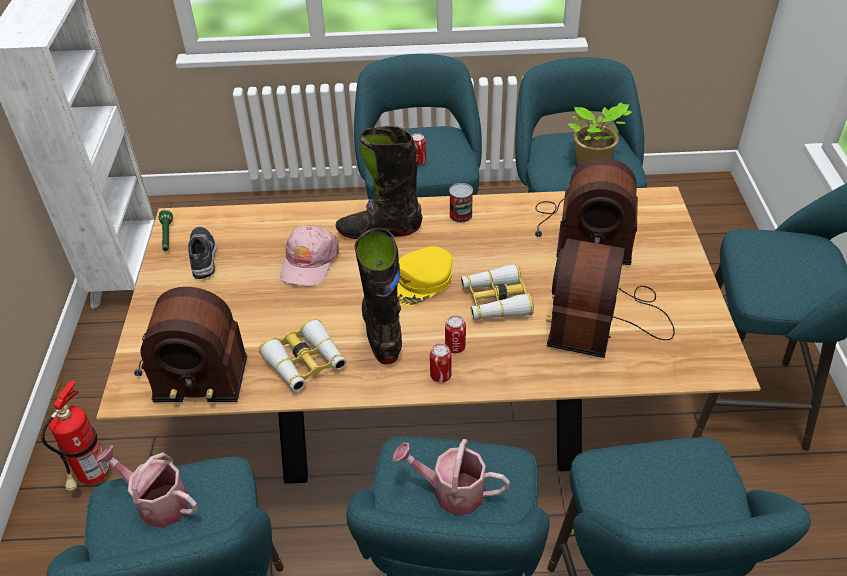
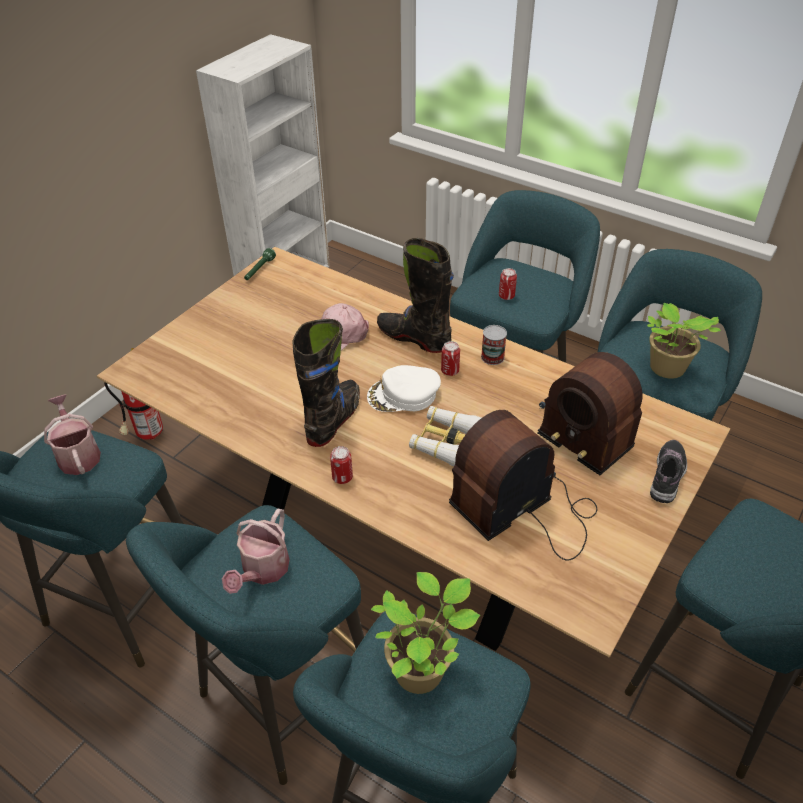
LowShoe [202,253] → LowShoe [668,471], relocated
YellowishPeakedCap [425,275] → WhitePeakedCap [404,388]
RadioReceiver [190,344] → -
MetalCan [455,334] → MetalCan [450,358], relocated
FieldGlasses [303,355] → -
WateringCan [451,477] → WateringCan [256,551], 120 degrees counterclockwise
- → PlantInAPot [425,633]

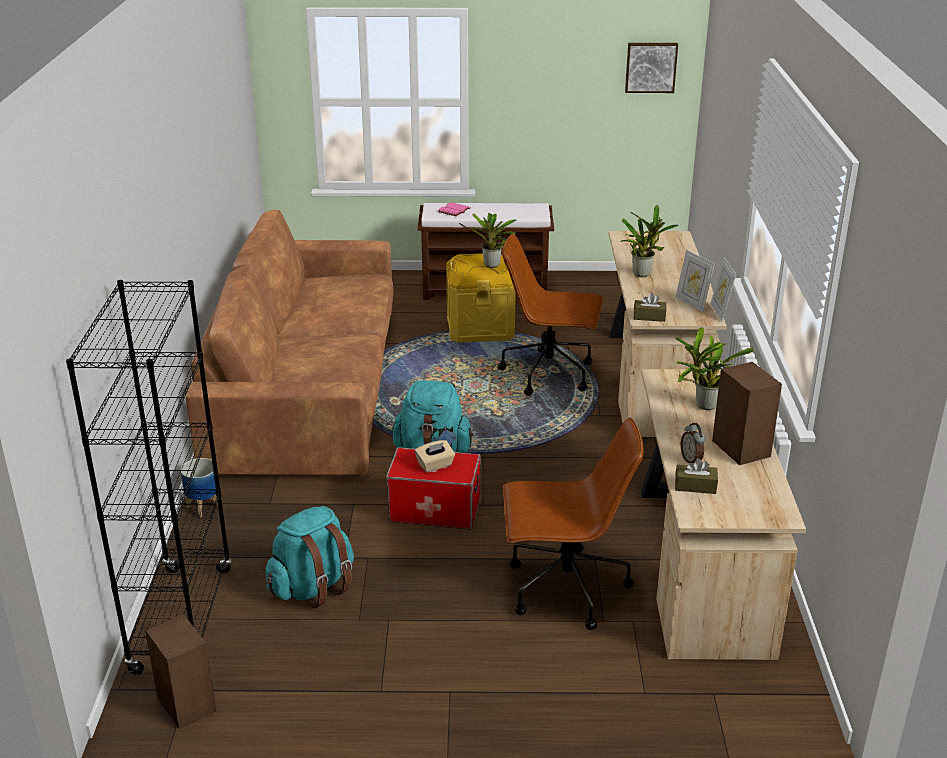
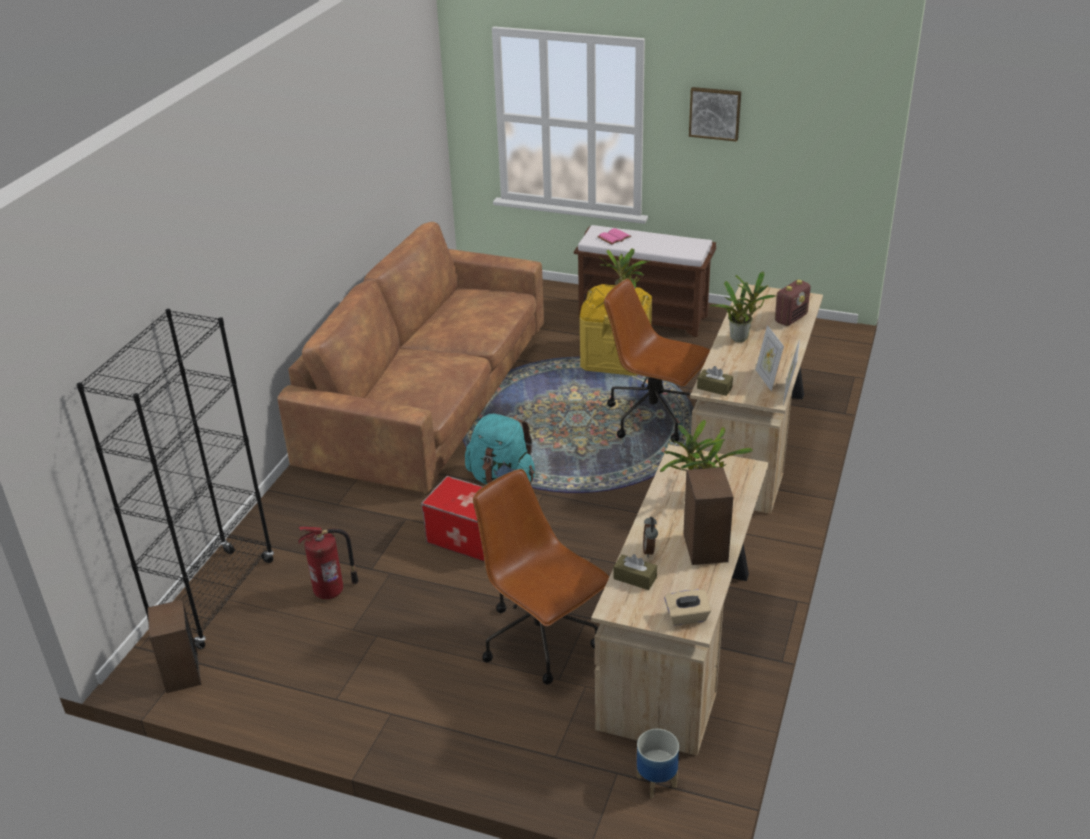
WallPicture [651,68] → WallPicture [715,114], relocated
BrownishComputerChair [573,523] → BrownishComputerChair [541,576], 150 degrees counterclockwise
SandColouredTissueBox [435,456] → SandColouredTissueBox [687,607], relocated
FlowerPot [199,487] → FlowerPot [658,763], relocated
TurquoiseBackpack [310,557] → Extinguisher [328,562]
- → RadioReceiver [793,303]

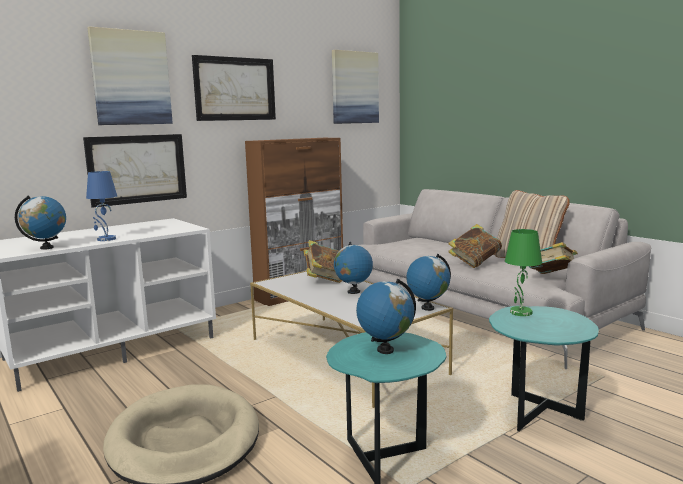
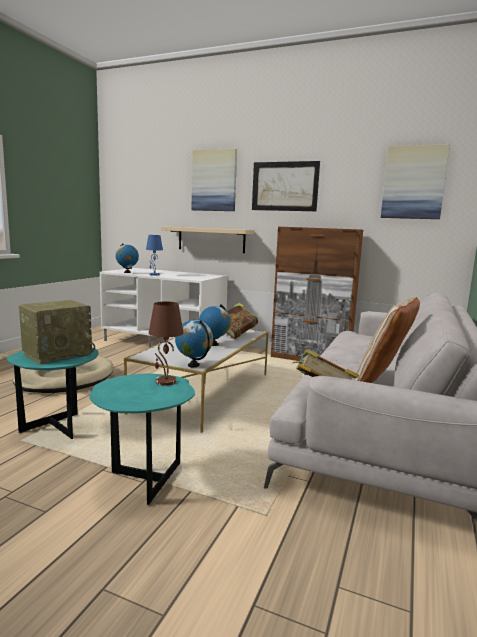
WallPicture [135,171] → SandColouredWallShelf [207,240]
Book [475,246] → -
GreenTabletopLamp [523,272] → BrownishTabletopLamp [166,343]
WorldGlobe [386,316] → RadioReceiver [57,332]

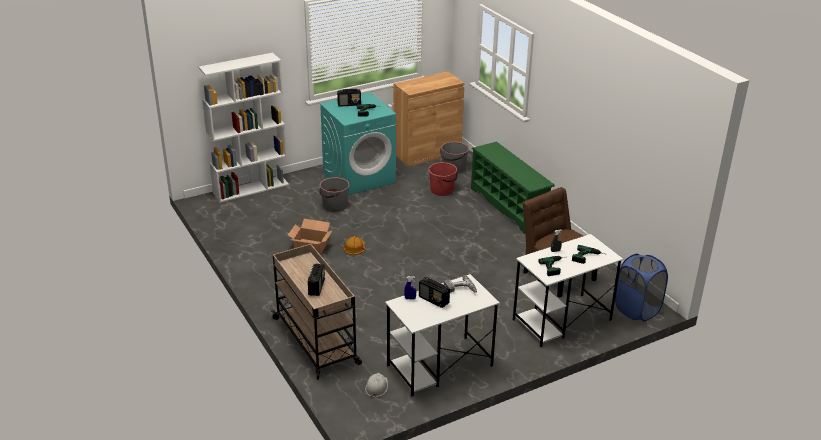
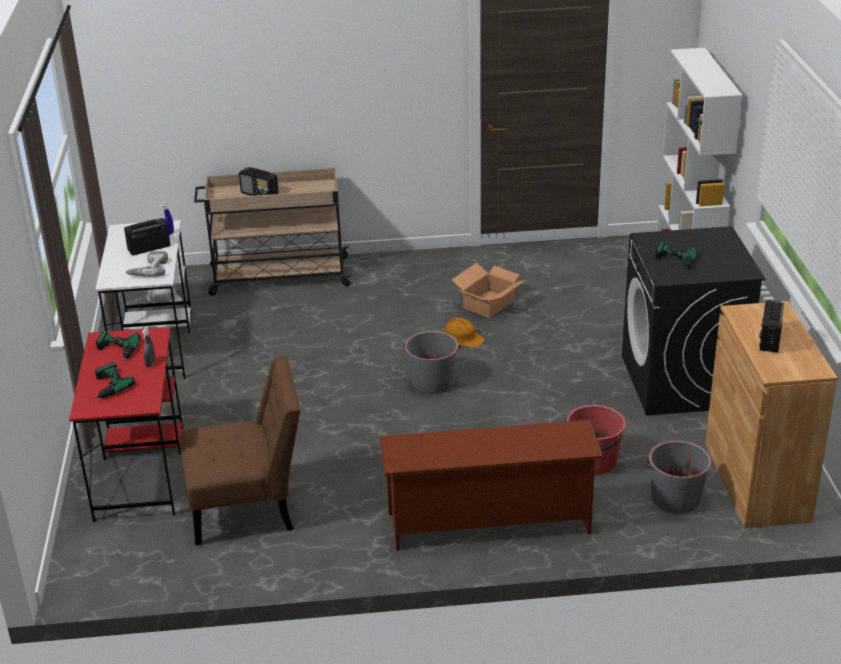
RadioReceiver [349,98] → RadioReceiver [771,326], relocated
TurquoiseWashingMachine [358,143] → BlackishWashingMachine [694,321]
GreenShoeStand [513,188] → BrownishShoeStand [492,485]
GrayWaterBucket [334,194] → GrayWaterBucket [432,362], relocated
WhiteDesk [568,290] → RedDesk [126,424]
BluishHamper [641,287] → -

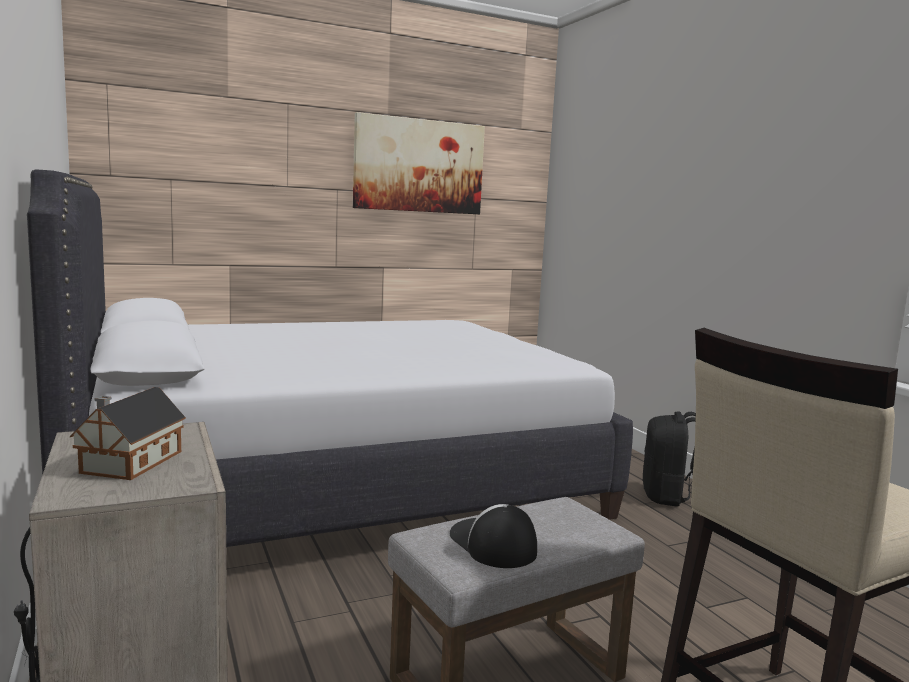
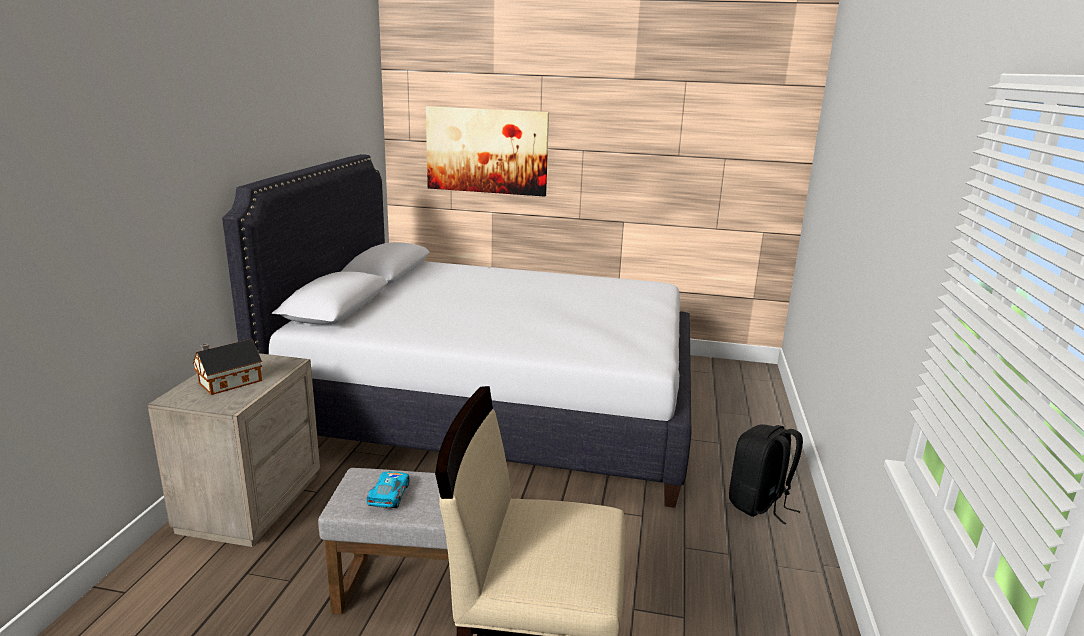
WallPicture [419,163] → WallPicture [487,151], relocated
PeakedCap [493,536] → ModelCar [388,490]

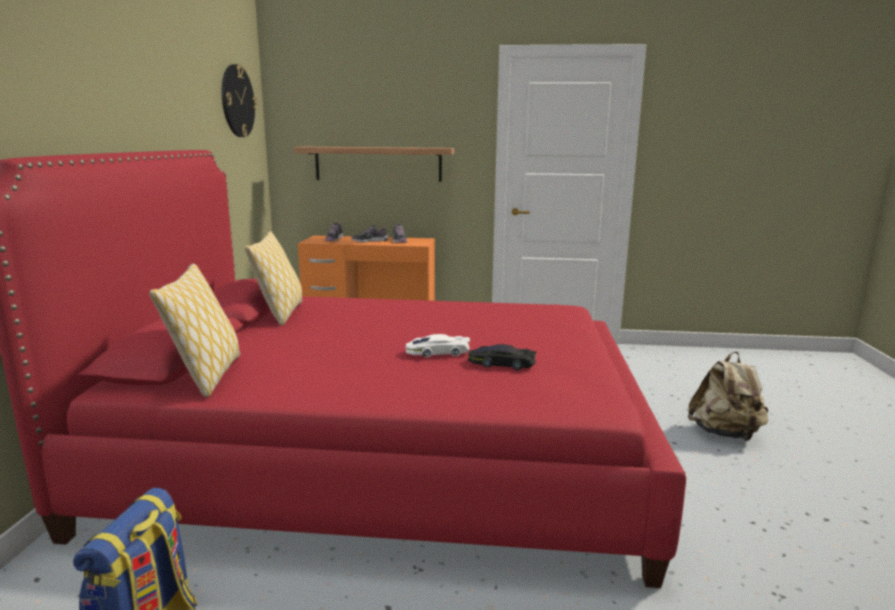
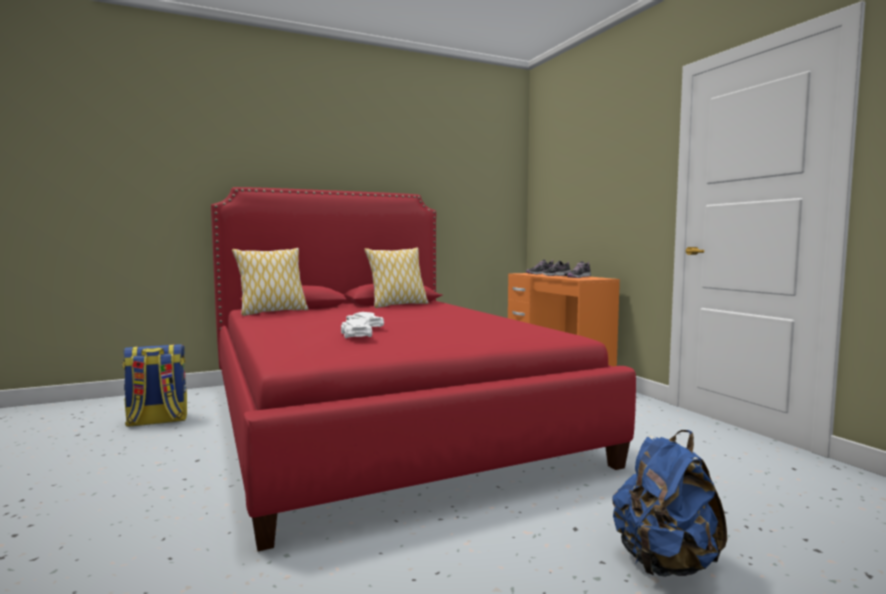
WallClock [239,100] → -
WallShelf [374,164] → -
BlackishModelCar [502,357] → WhiteModelCar [356,328]
SandColouredBackpack [728,396] → BluishBackpack [670,503]

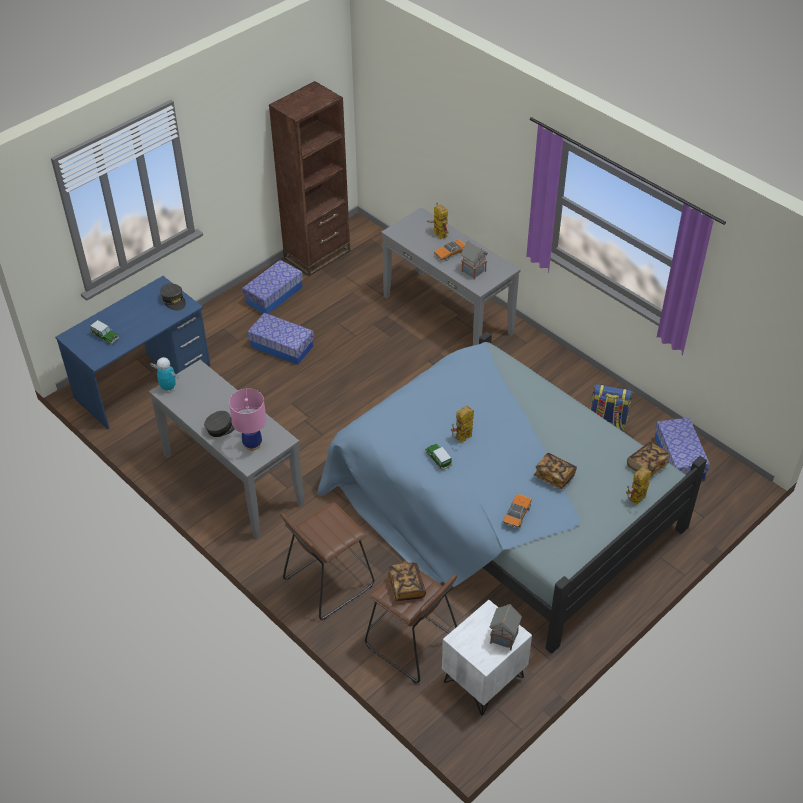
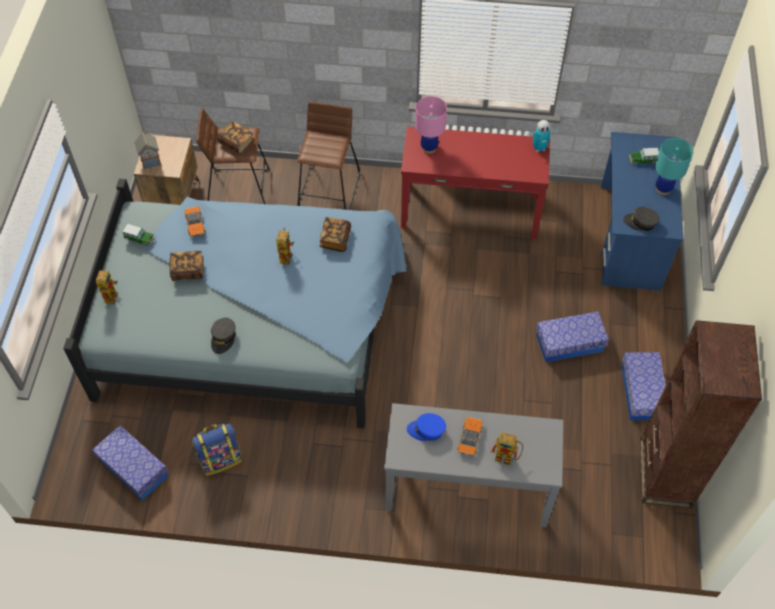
ToyHouse [474,260] → BluishPeakedCap [426,427]
GrayNarrowTable [227,449] → RedNarrowTable [475,183]
GrayPeakedCap [219,424] → GrayPeakedCap [223,336], relocated
Book [648,459] → Book [335,234], relocated
ModelCar [438,457] → ModelCar [138,234], relocated
WhiteBedsideTable [487,657] → BrownishBedsideTable [166,170]
- → TurquoiseTabletopLamp [674,166]

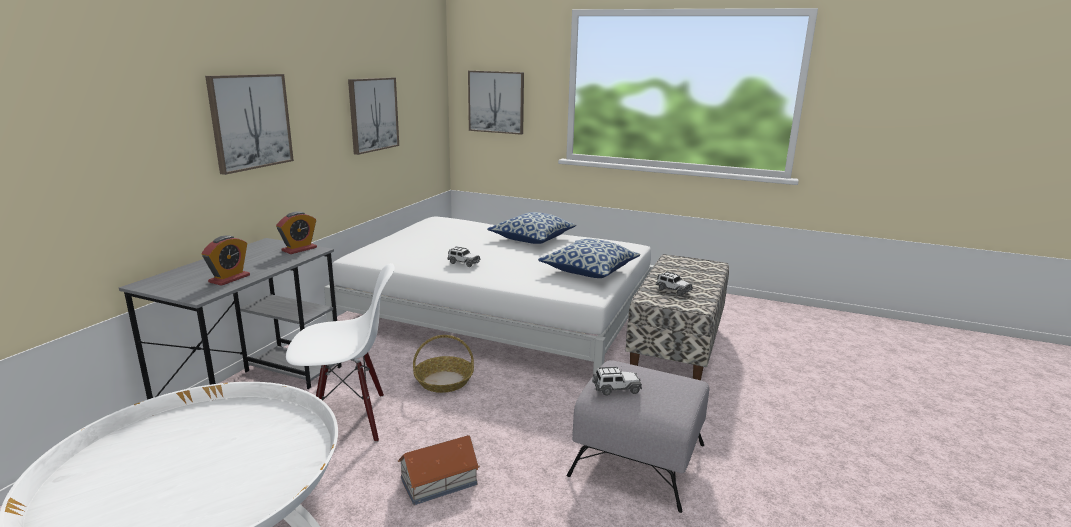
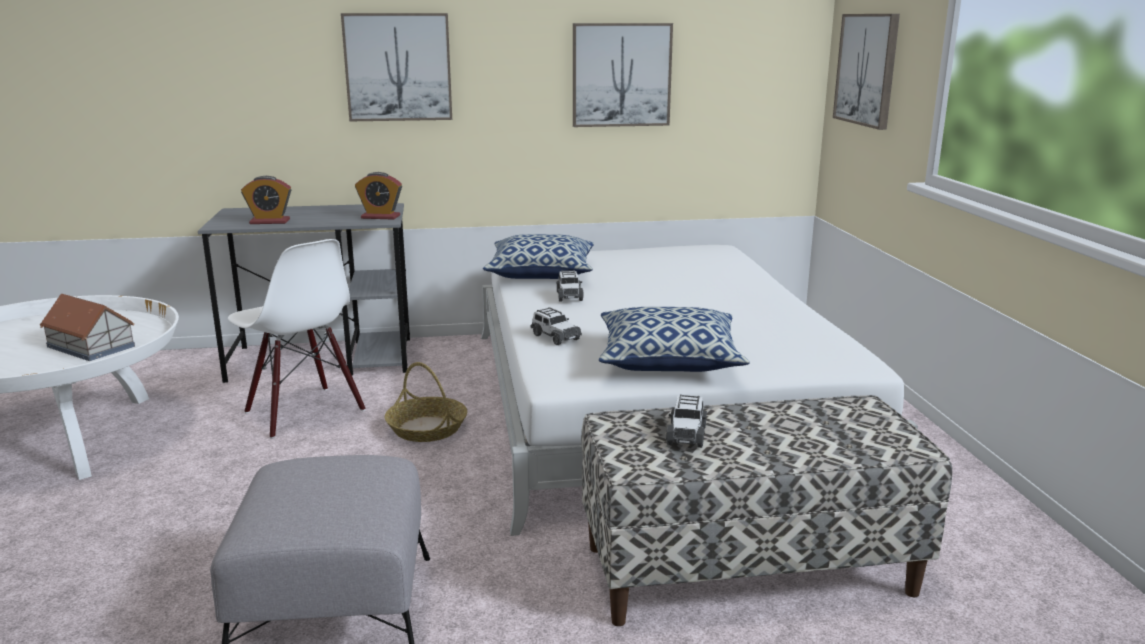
Pillow [531,228] → Pillow [538,256], relocated
ModelCar [617,381] → ModelCar [556,326], relocated
ToyHouse [439,470] → ToyHouse [87,327], relocated

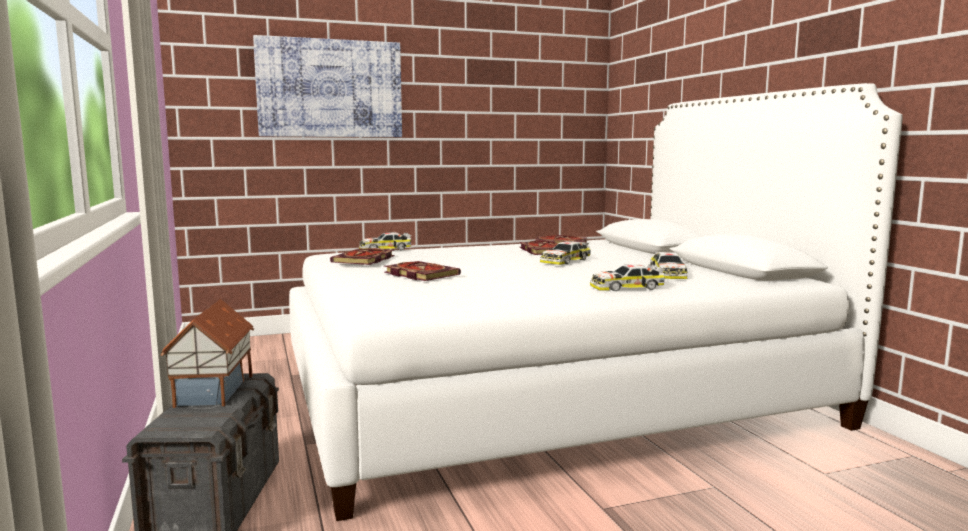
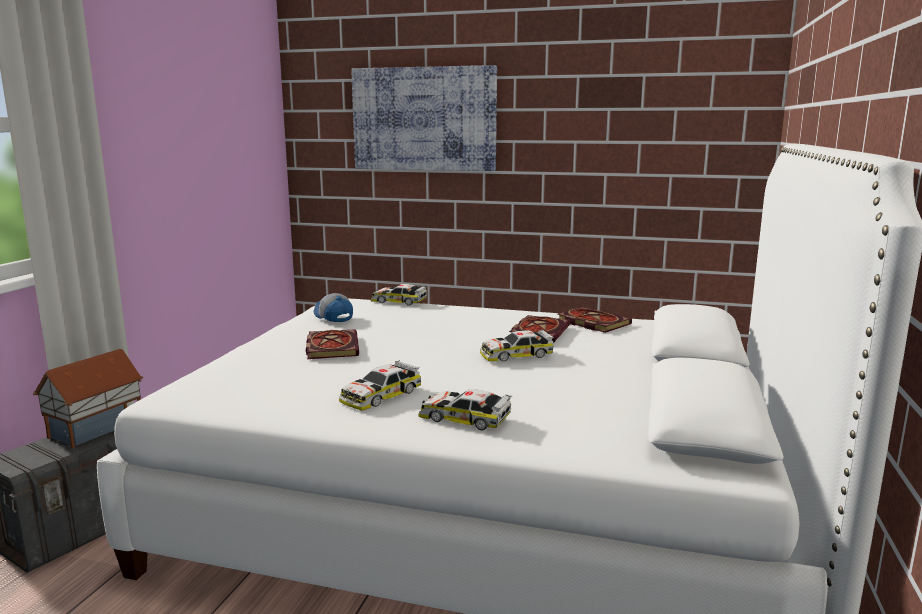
Book [362,256] → PeakedCap [333,307]
ModelCar [669,265] → ModelCar [380,385], relocated

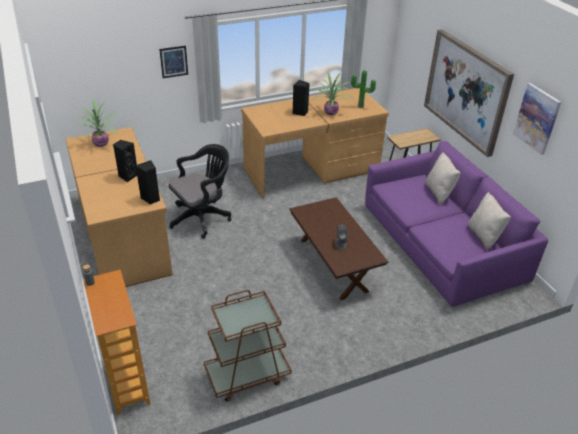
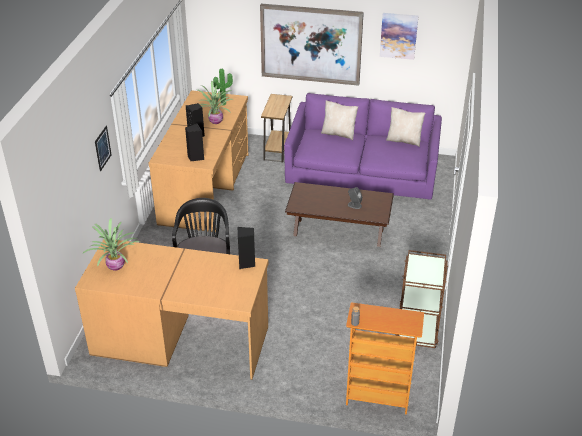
BlackishAudioSpeaker [125,161] → BlackishAudioSpeaker [194,142], relocated

